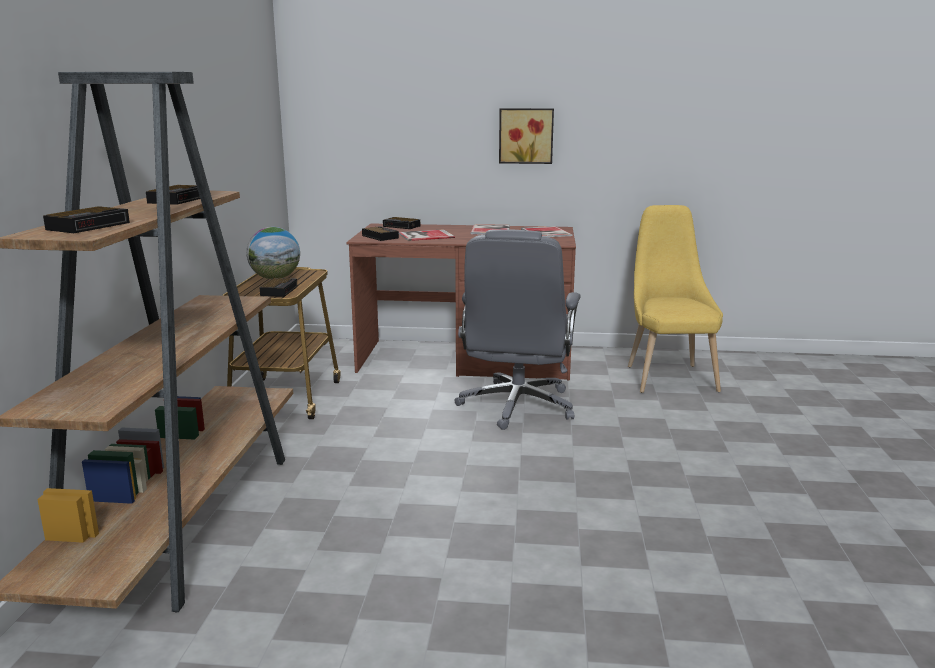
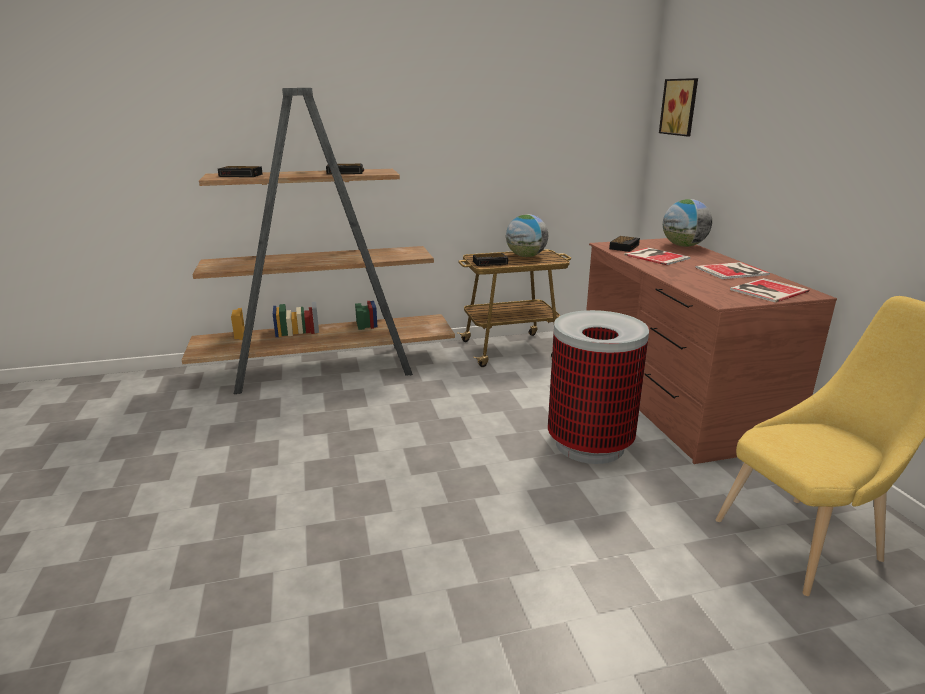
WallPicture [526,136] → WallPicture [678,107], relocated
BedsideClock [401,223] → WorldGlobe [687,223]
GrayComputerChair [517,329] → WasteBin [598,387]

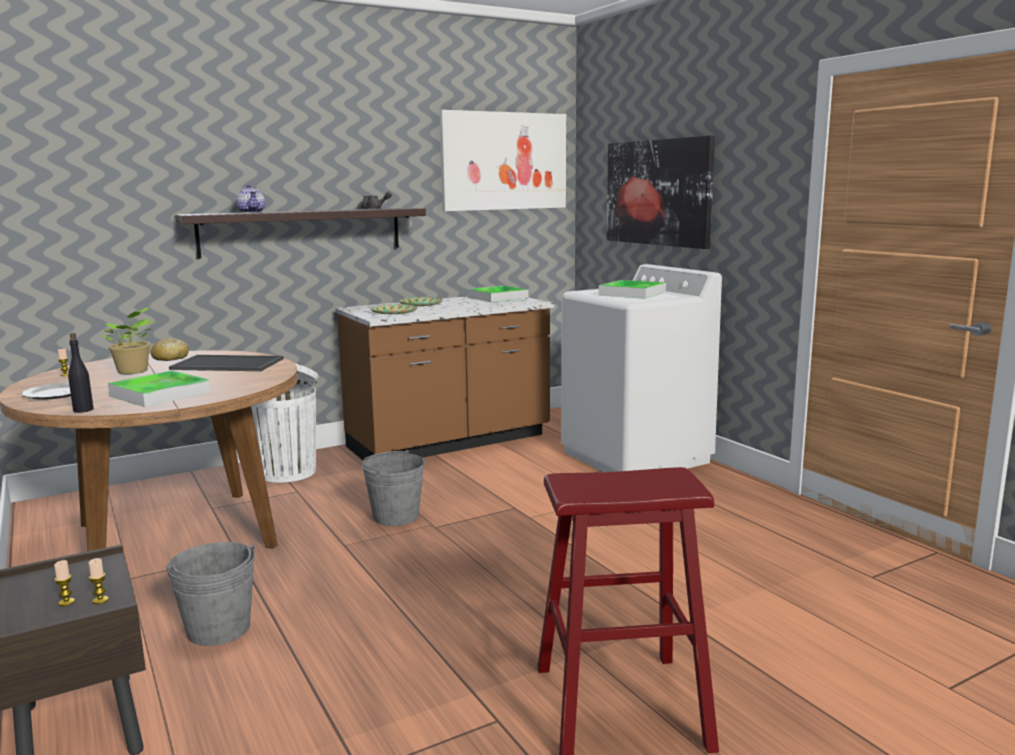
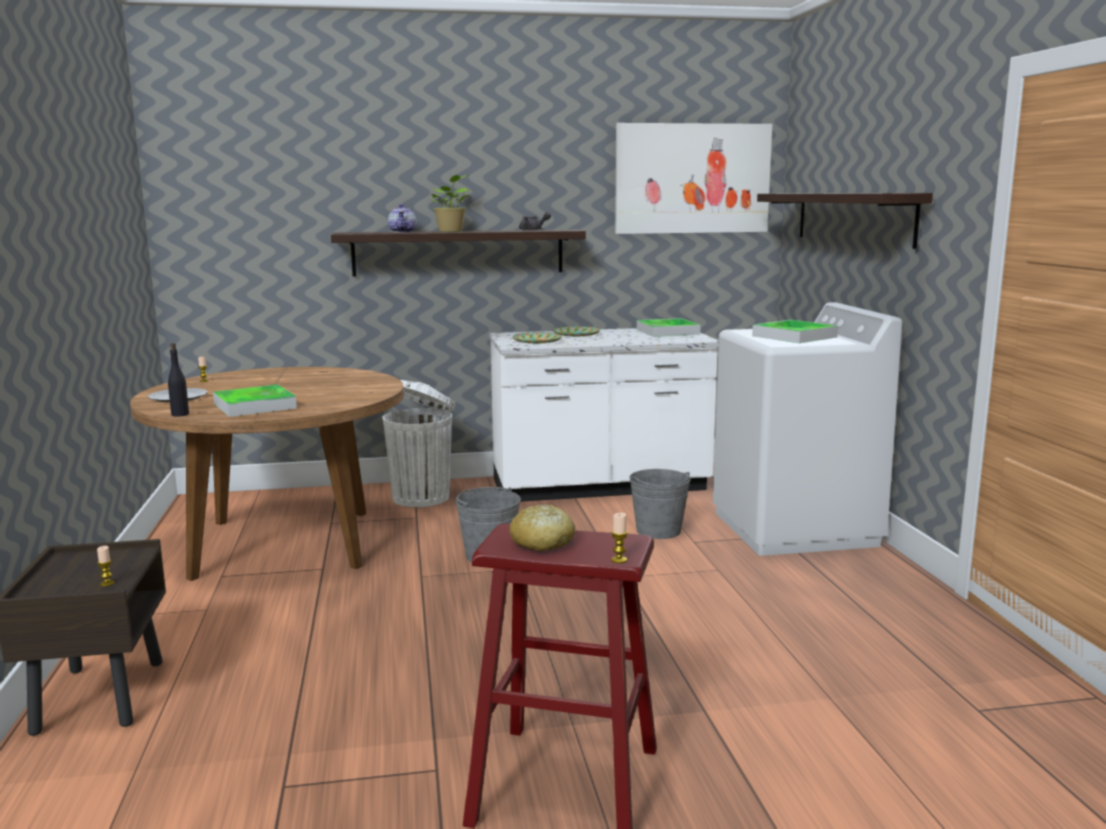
WallPicture [661,192] → WallShelf [845,221]
BrownishKitchenCounter [444,378] → WhiteKitchenCounter [604,415]
PlantInAPot [128,341] → PlantInAPot [450,203], relocated
Bread [170,349] → Bread [542,528], relocated
CarryingTray [226,363] → -
GrayWaterBucket [210,594] → GrayWaterBucket [660,504], relocated
Candle [64,583] → Candle [619,538], relocated

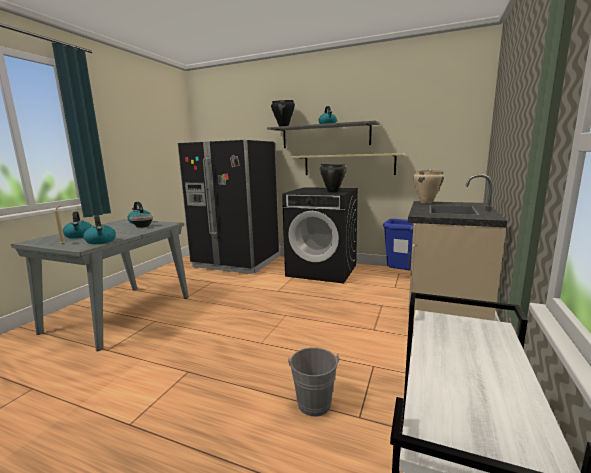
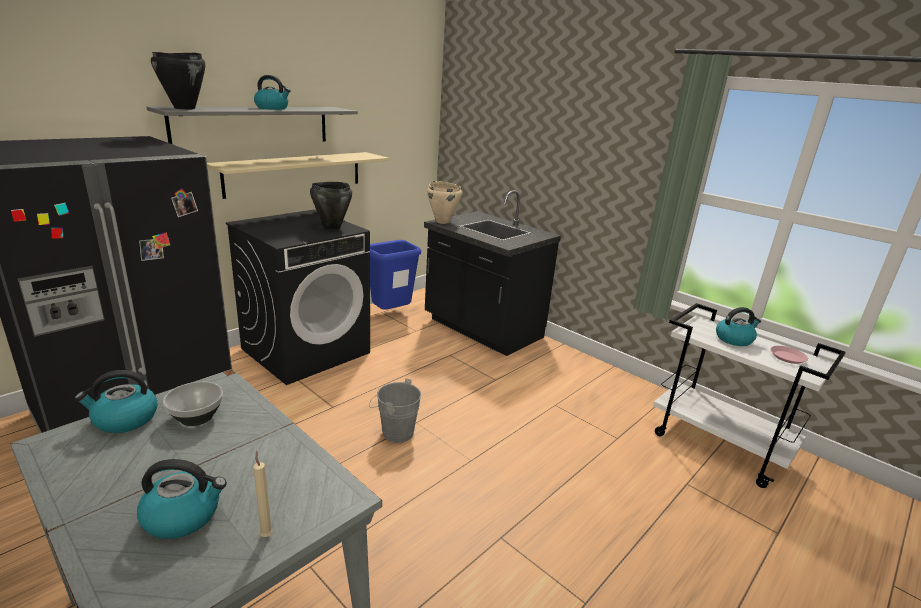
SandColouredKitchenCounter [457,247] → BlackishKitchenCounter [492,273]
TeaKettle [99,229] → TeaKettle [738,326], relocated
GrayWaterBucket [313,382] → GrayWaterBucket [395,410], relocated
- → PinkishPlate [789,355]

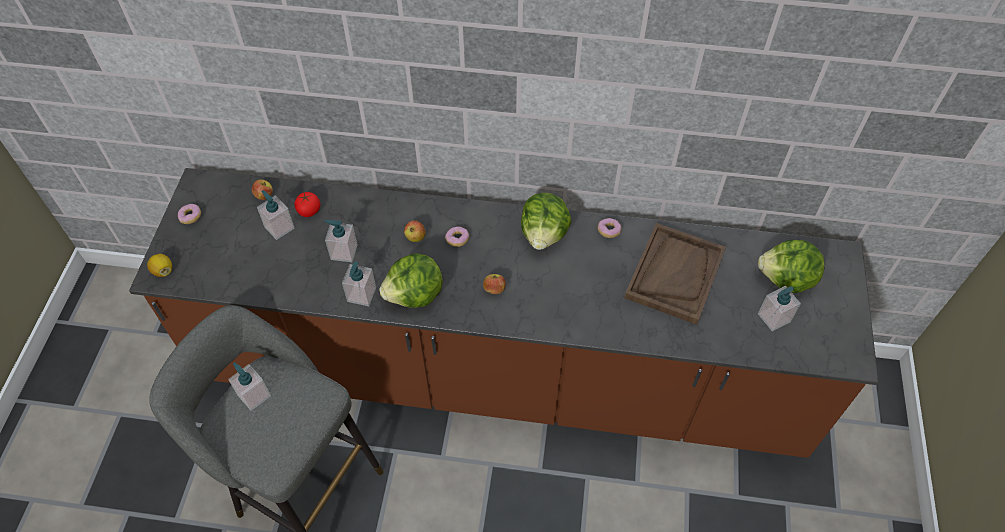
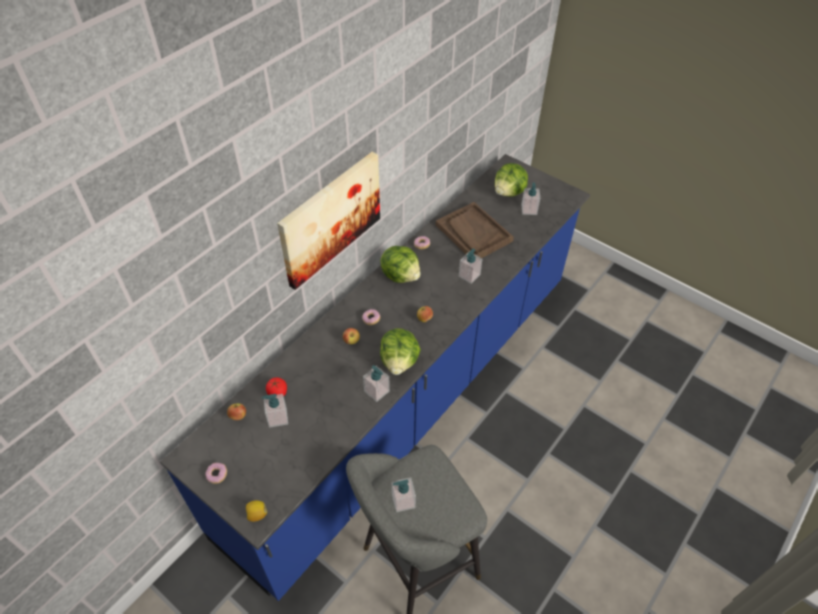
BrownishKitchenCounter [504,313] → BluishKitchenCounter [375,377]
LiquidSoapBottle [341,241] → LiquidSoapBottle [471,266], relocated
- → WallPicture [328,221]

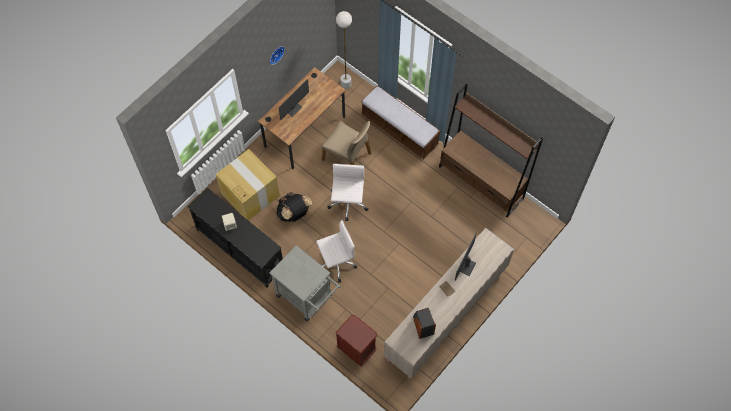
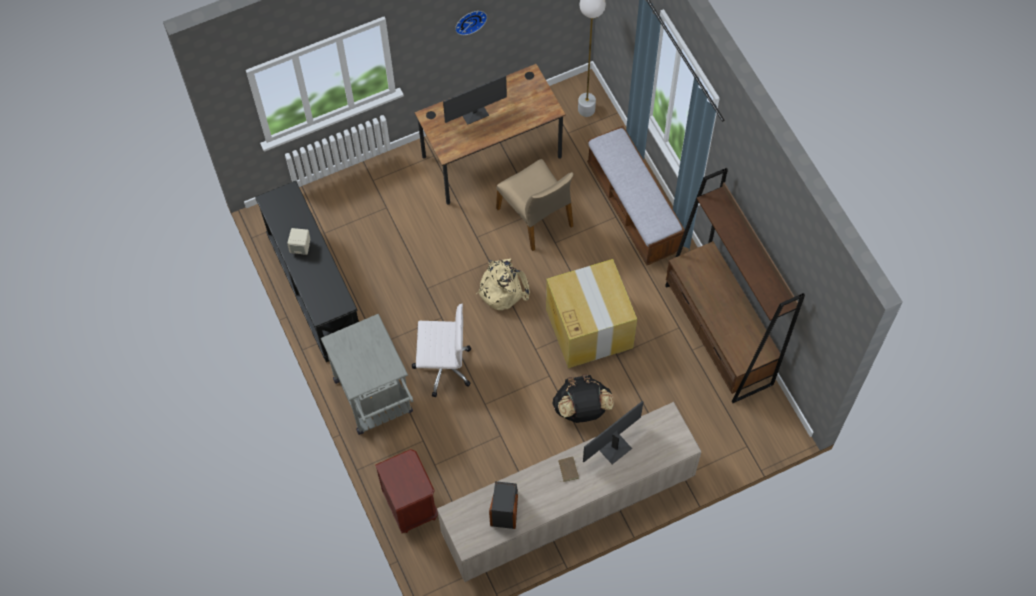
Carton [248,185] → Carton [591,313], relocated
WhiteComputerChair [347,192] → SandColouredBackpack [503,284]
BlackishBackpack [294,207] → BlackishBackpack [583,398], relocated

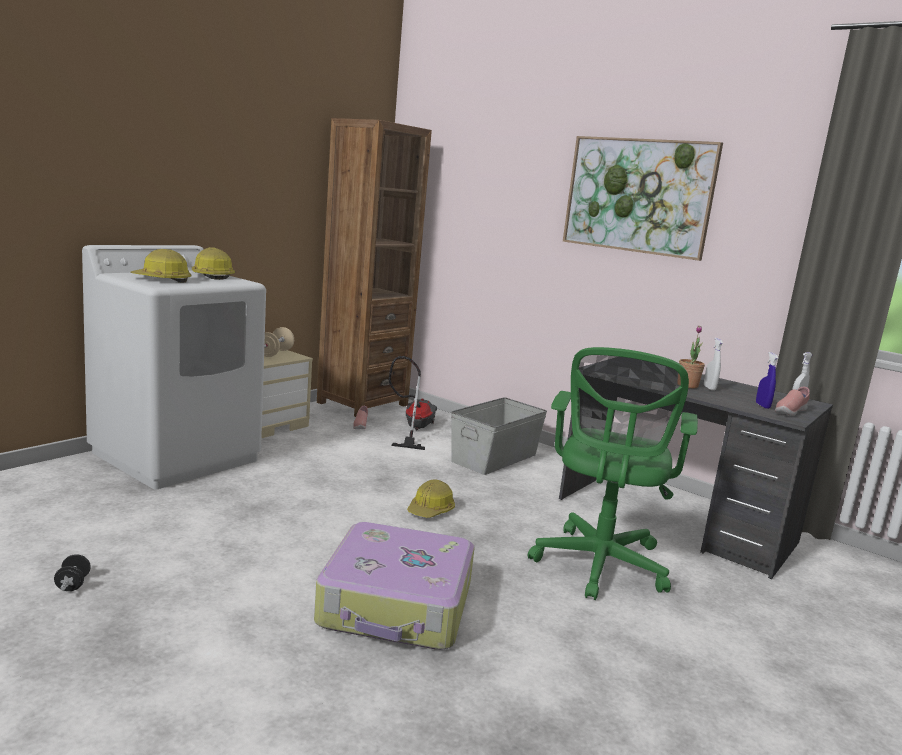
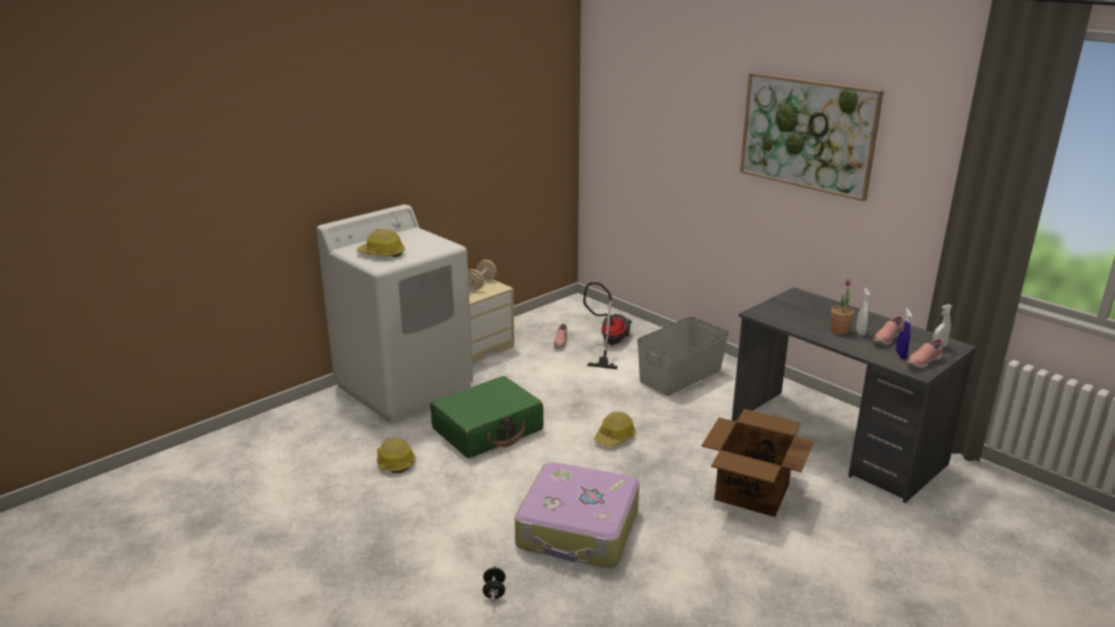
BrownishBookshelf [374,267] → -
SafetyHelmet [213,263] → SafetyHelmet [396,455], relocated
GreenComputerChair [613,473] → Carton [758,463]
BlackishDumbbell [72,572] → BlackishDumbbell [494,583], relocated
- → PinkishLowShoe [888,330]
- → GreenTravelCase [487,417]

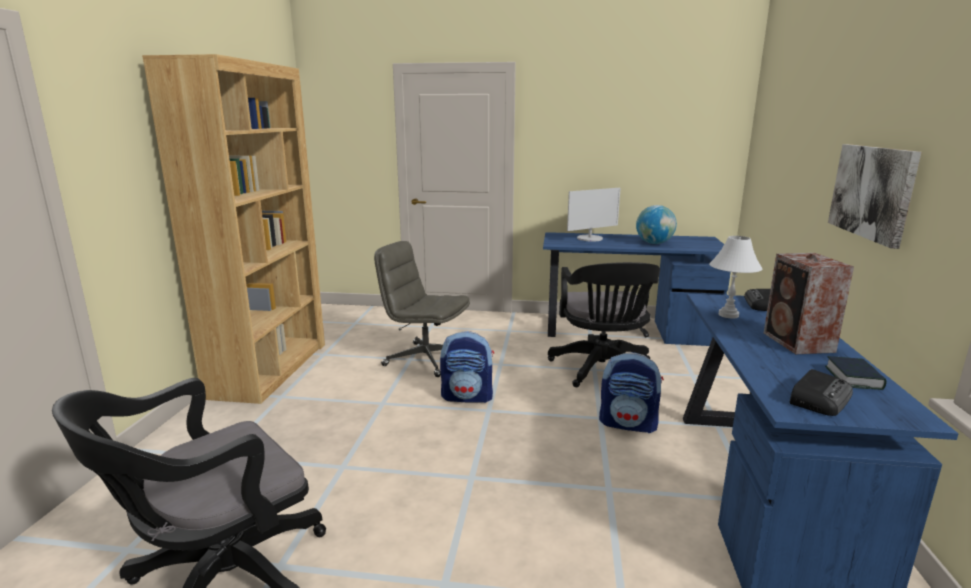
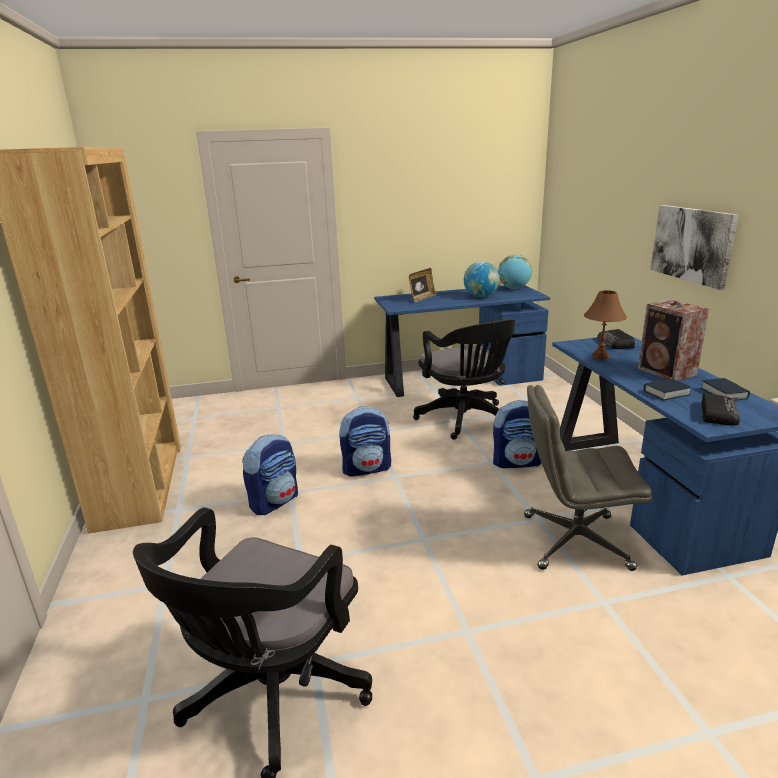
Monitor [594,215] → PhotoFrame [422,285]
WhiteTabletopLamp [736,277] → BrownishTabletopLamp [605,325]
GrayComputerChair [422,309] → GrayComputerChair [588,478], relocated
- → WorldGlobe [515,272]
- → Book [667,389]
- → Backpack [270,474]

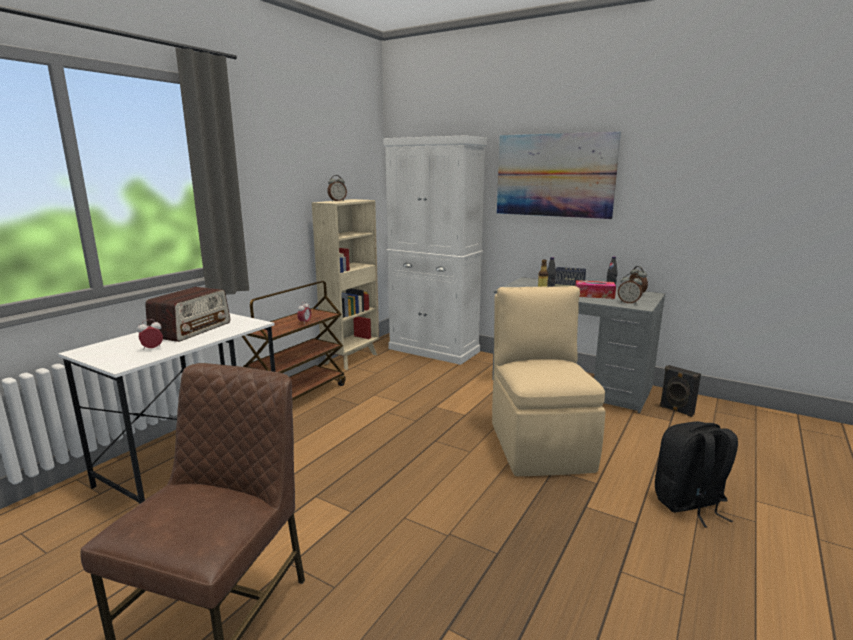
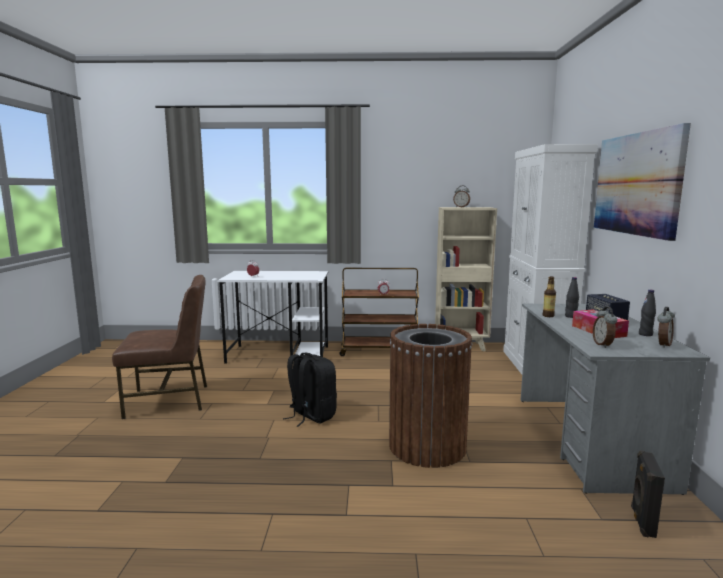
SandColouredPlainChair [549,381] → BrownishWasteBin [430,396]
RadioReceiver [187,314] → -
BlackishBackpack [696,474] → BlackishBackpack [310,390], relocated

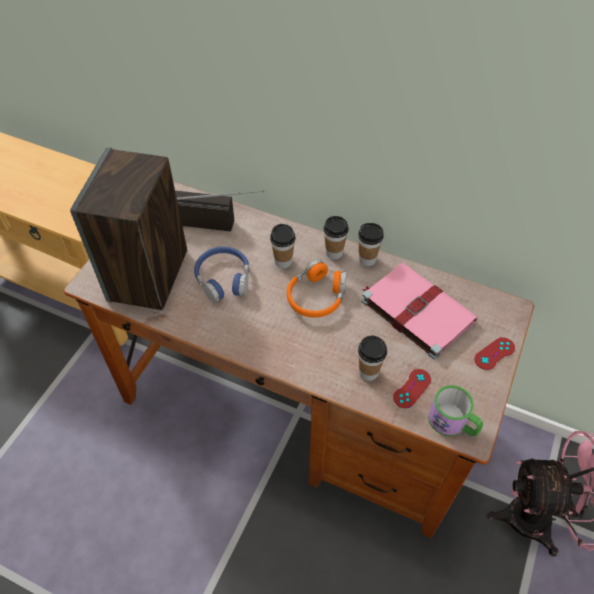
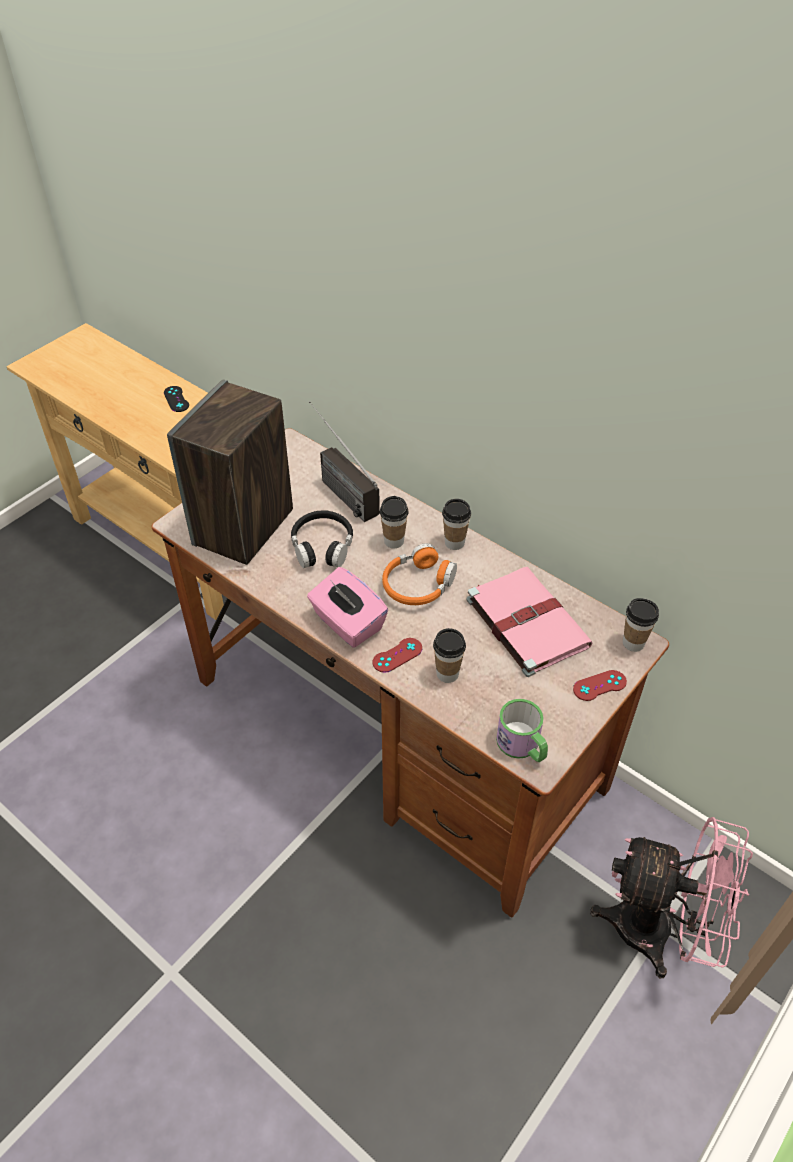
RadioReceiver [219,210] → RadioReceiver [344,461], 150 degrees counterclockwise
Cup [371,244] → Cup [641,625], relocated
BluishHeadphones [221,275] → BlackishHeadphones [322,539]
RedJoypad [412,388] → RedJoypad [397,655], relocated
- → BlackishJoypad [176,399]
- → PinkishTissueBox [347,607]

